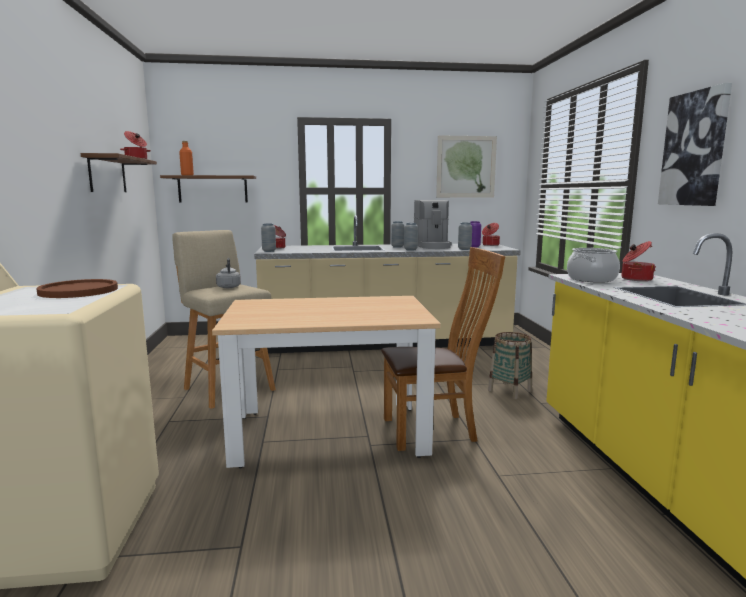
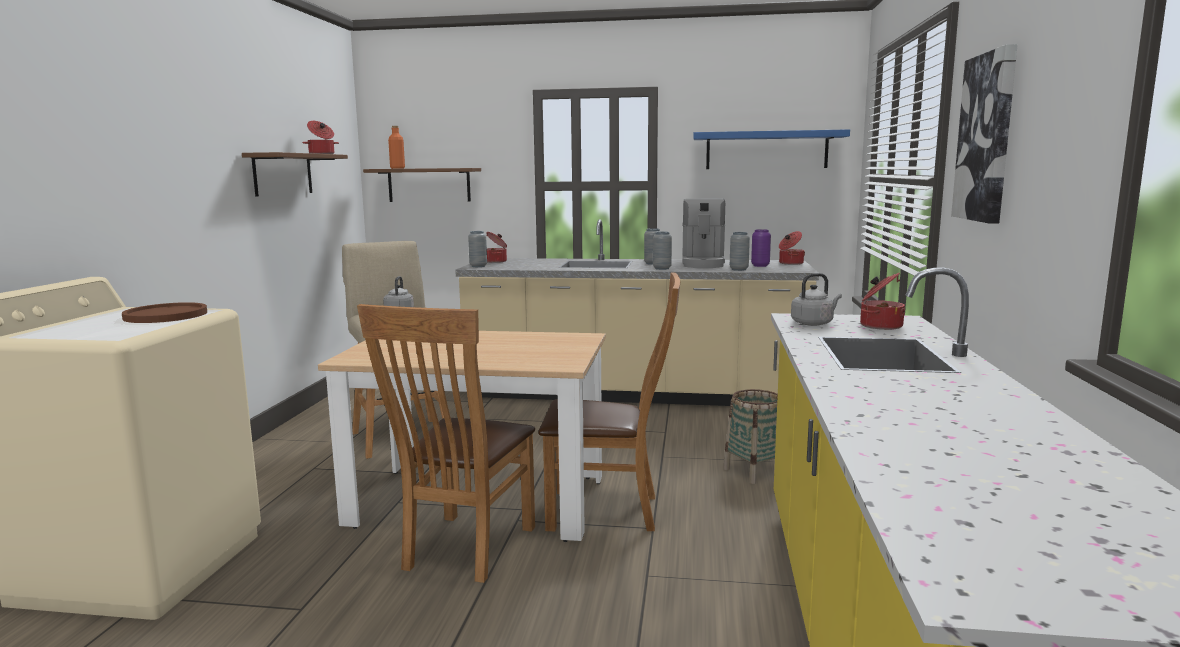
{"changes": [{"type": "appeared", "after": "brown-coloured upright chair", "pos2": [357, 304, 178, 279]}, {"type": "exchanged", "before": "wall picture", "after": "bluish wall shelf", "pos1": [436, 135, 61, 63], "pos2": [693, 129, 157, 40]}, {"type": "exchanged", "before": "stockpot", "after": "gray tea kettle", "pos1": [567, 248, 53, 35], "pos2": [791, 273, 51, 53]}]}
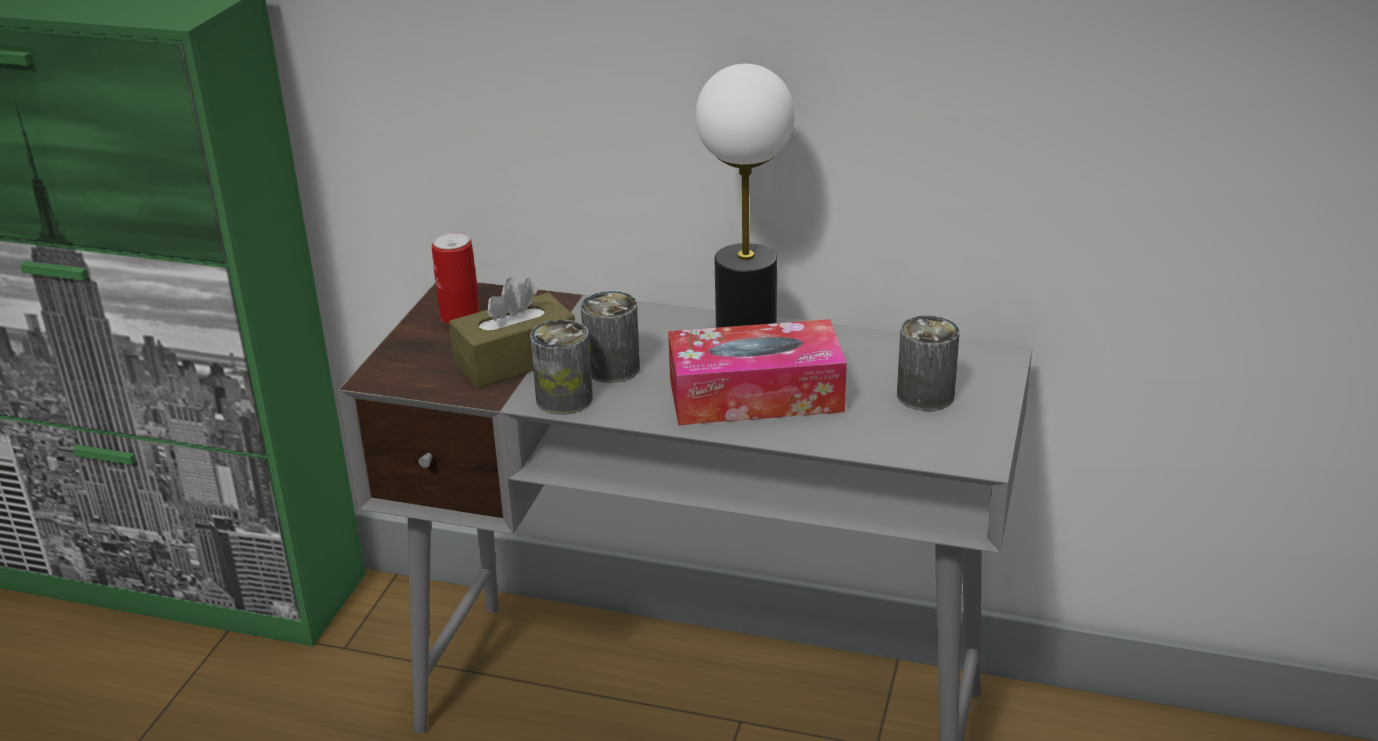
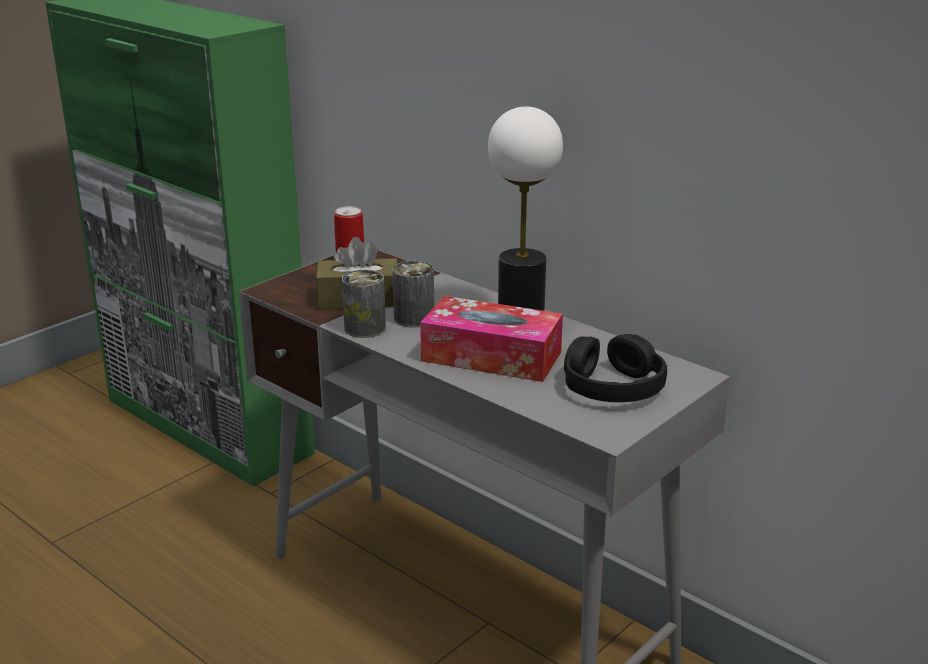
{"changes": [{"type": "exchanged", "before": "sealed can", "after": "black headset", "pos1": [897, 315, 63, 96], "pos2": [564, 334, 103, 68]}]}
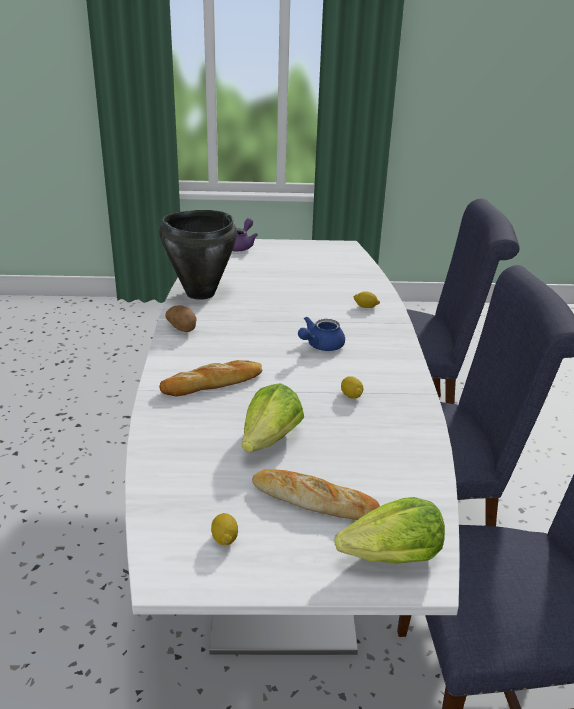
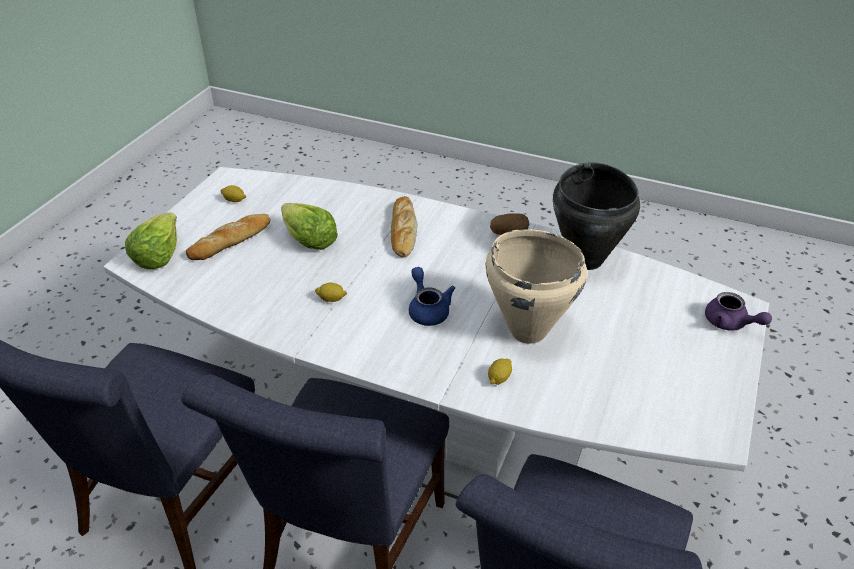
{"changes": [{"type": "appeared", "after": "sand-coloured stockpot", "pos2": [486, 229, 101, 115]}]}
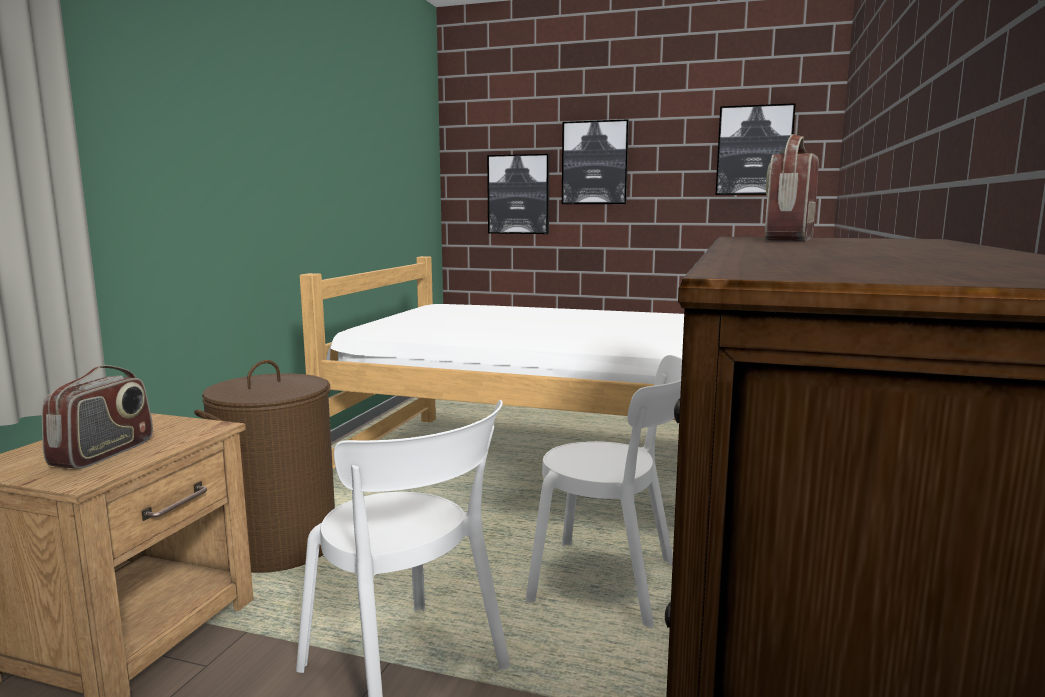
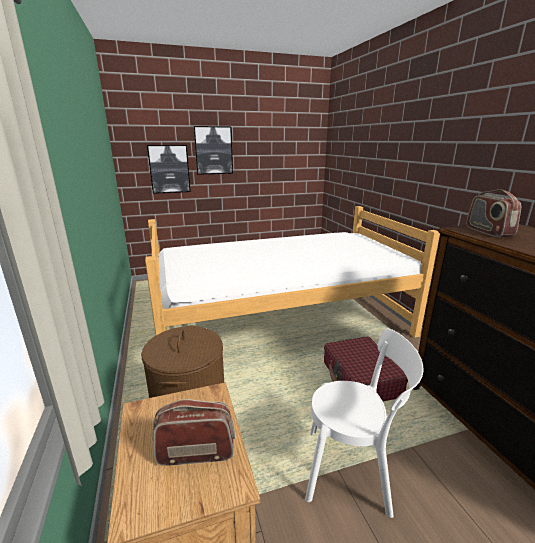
{"changes": [{"type": "spun", "before": "radio set", "pos1": [42, 365, 111, 104], "pos2": [153, 399, 82, 67], "turn": -75}, {"type": "exchanged", "before": "white-coloured upright chair", "after": "reddish suitcase", "pos1": [525, 355, 157, 273], "pos2": [324, 336, 84, 66]}, {"type": "missing", "before": "wall picture", "pos1": [715, 103, 81, 92]}]}
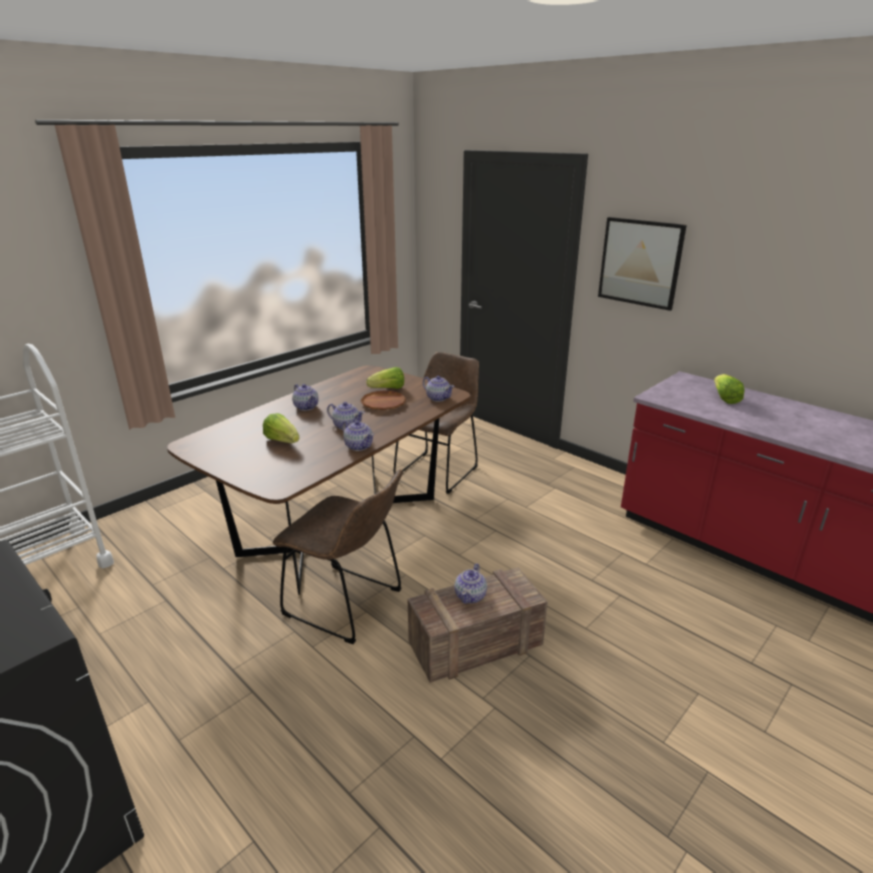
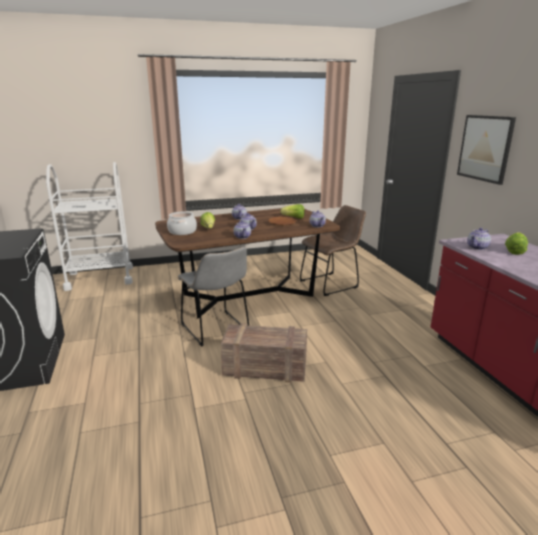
{"changes": [{"type": "appeared", "after": "stockpot", "pos2": [167, 212, 30, 23]}, {"type": "colour", "before": "brown-coloured upright chair", "after": "gray upright chair", "pos1": [273, 469, 130, 175], "pos2": [178, 247, 71, 100]}, {"type": "relocated", "before": "teapot", "pos1": [454, 563, 33, 41], "pos2": [467, 228, 24, 22]}]}
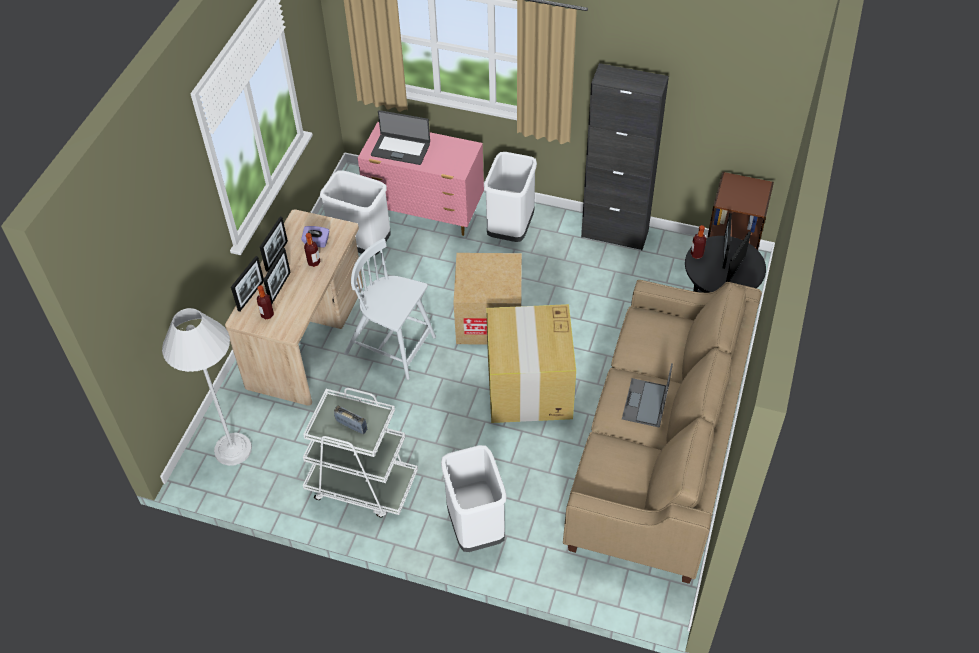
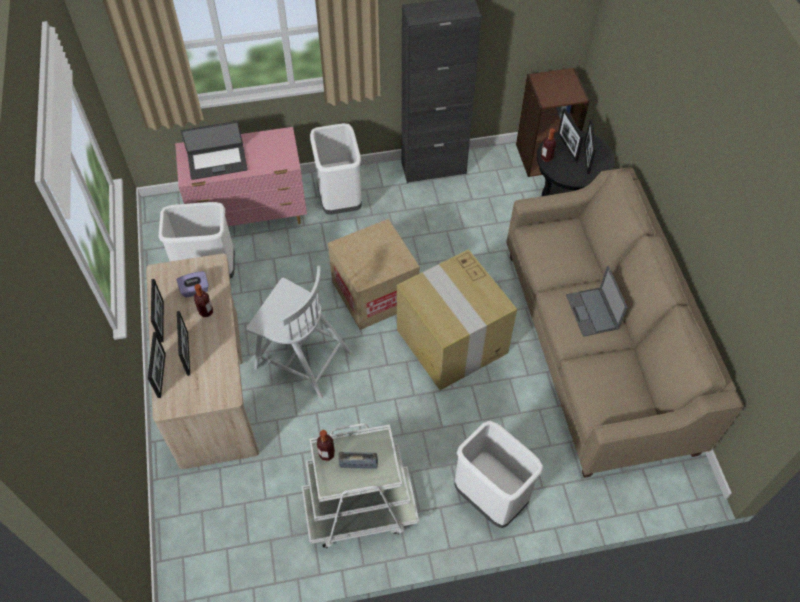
{"changes": [{"type": "spun", "before": "white-coloured upright chair", "pos1": [344, 238, 92, 142], "pos2": [246, 266, 105, 133], "turn": -150}, {"type": "relocated", "before": "beverage bottle", "pos1": [257, 285, 17, 34], "pos2": [317, 430, 18, 31]}, {"type": "missing", "before": "white-coloured floor lamp", "pos1": [162, 308, 90, 158]}]}
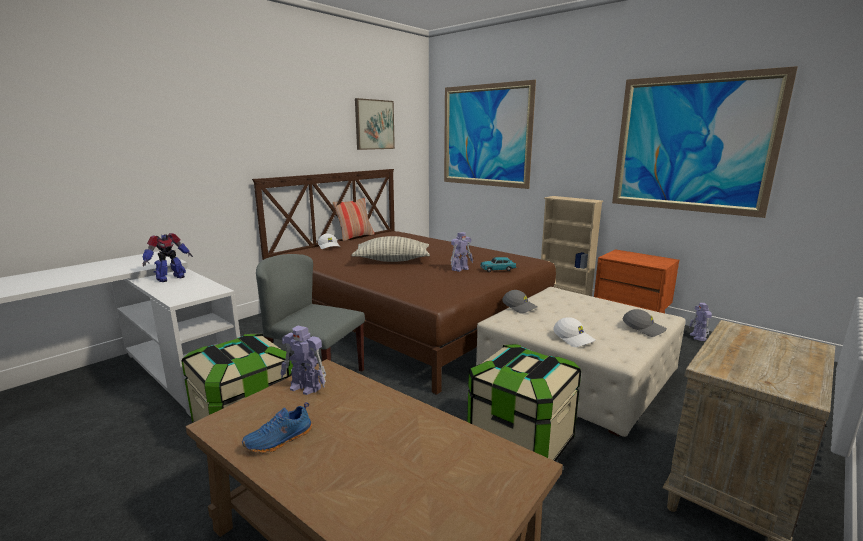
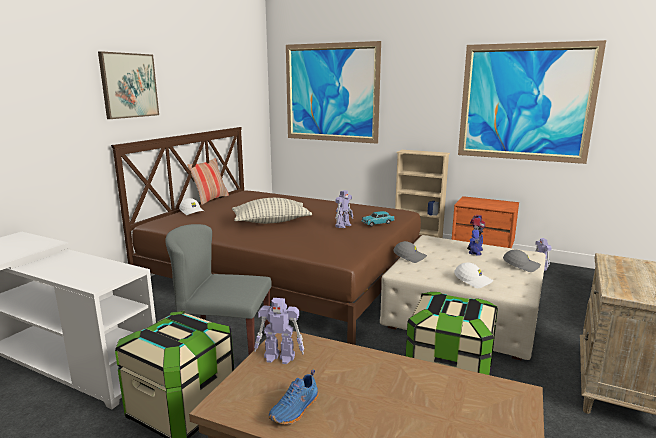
{"changes": [{"type": "relocated", "before": "wall picture", "pos1": [355, 98, 40, 52], "pos2": [98, 51, 61, 68]}, {"type": "relocated", "before": "robot figure", "pos1": [142, 233, 51, 49], "pos2": [467, 215, 19, 41]}]}
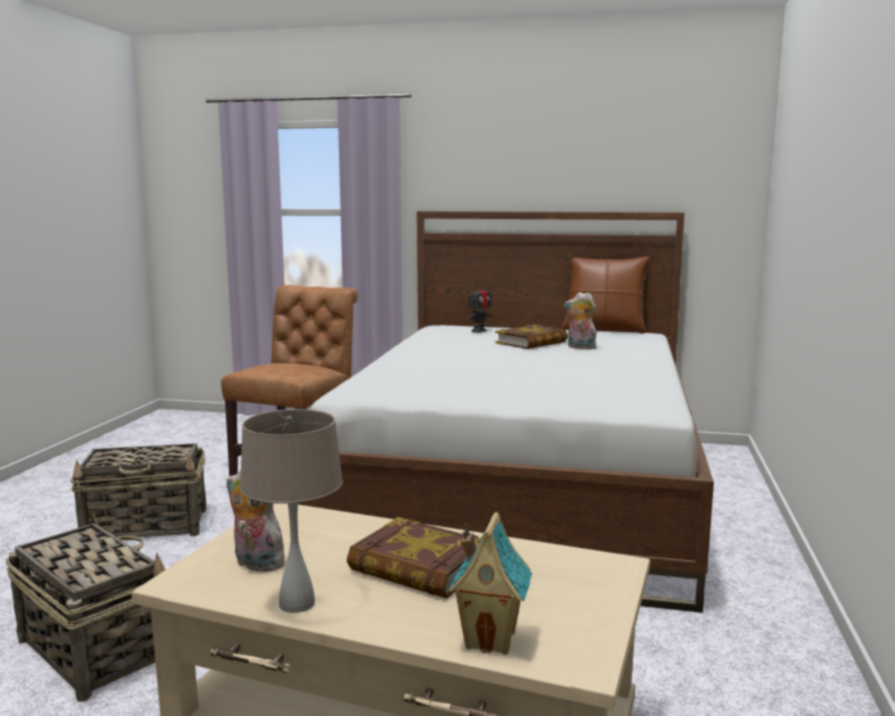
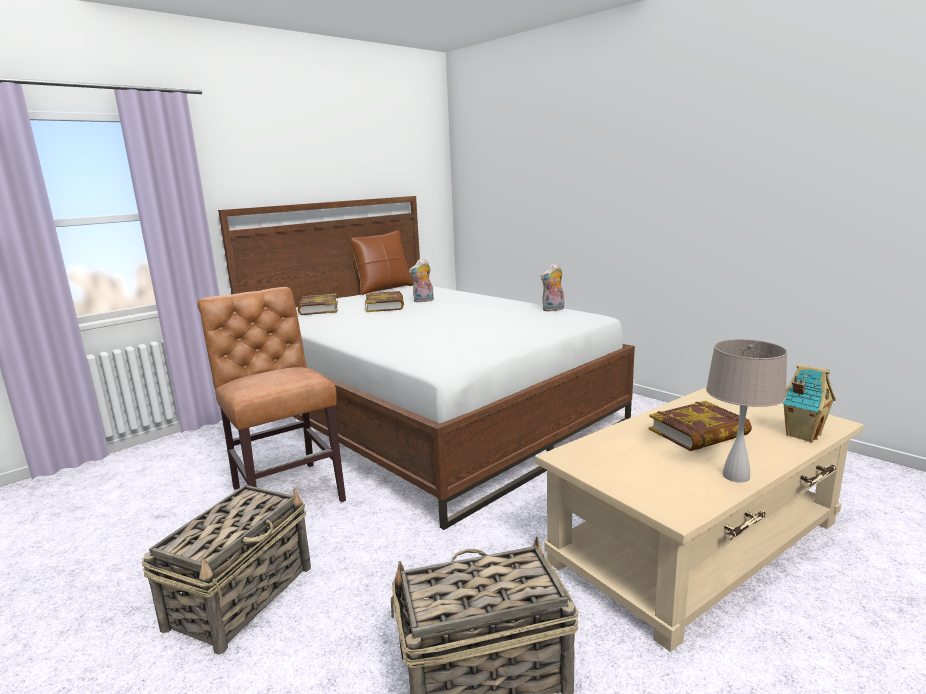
{"changes": [{"type": "exchanged", "before": "robot figure", "after": "bound book", "pos1": [466, 282, 25, 51], "pos2": [298, 294, 40, 21]}, {"type": "relocated", "before": "cuddly toy", "pos1": [226, 470, 59, 102], "pos2": [540, 263, 24, 48]}]}
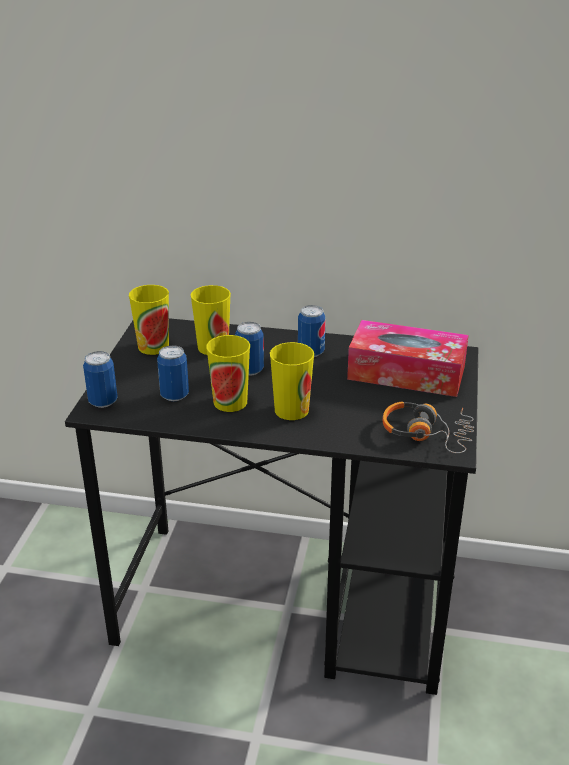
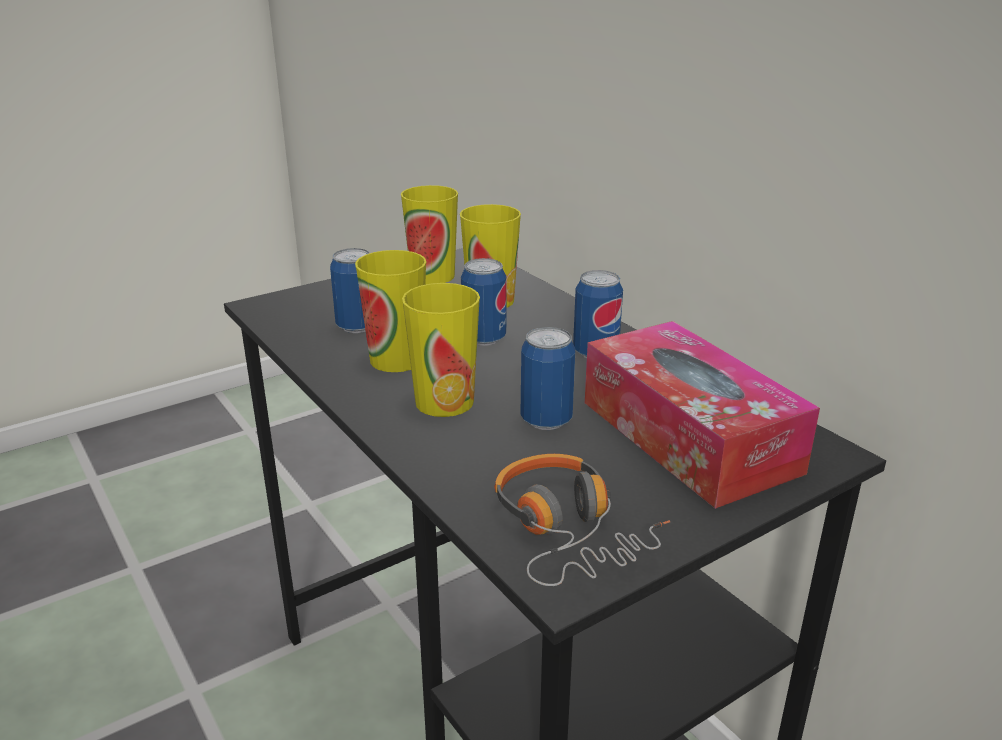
{"changes": [{"type": "relocated", "before": "sealed can", "pos1": [83, 351, 35, 57], "pos2": [520, 327, 55, 103]}]}
